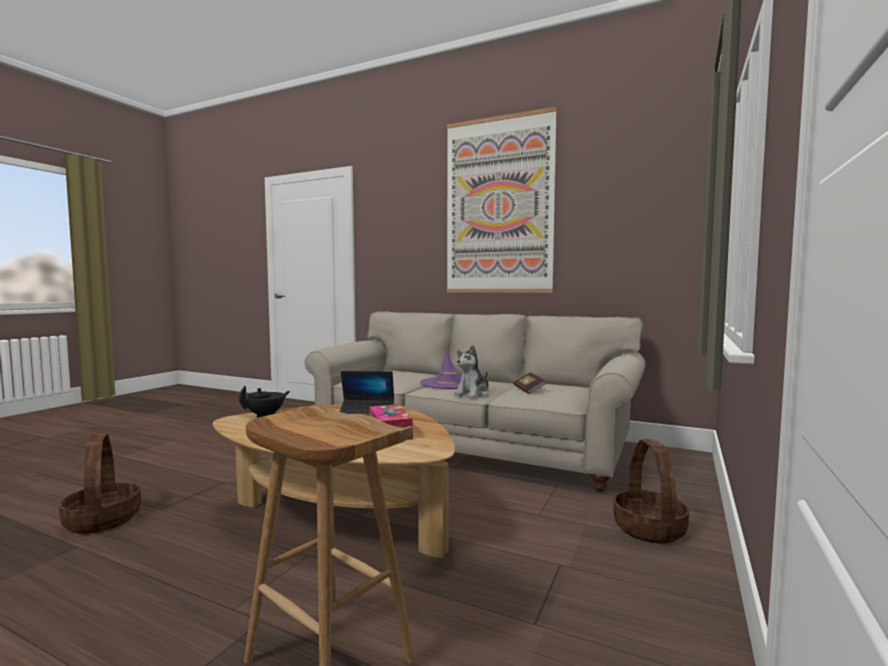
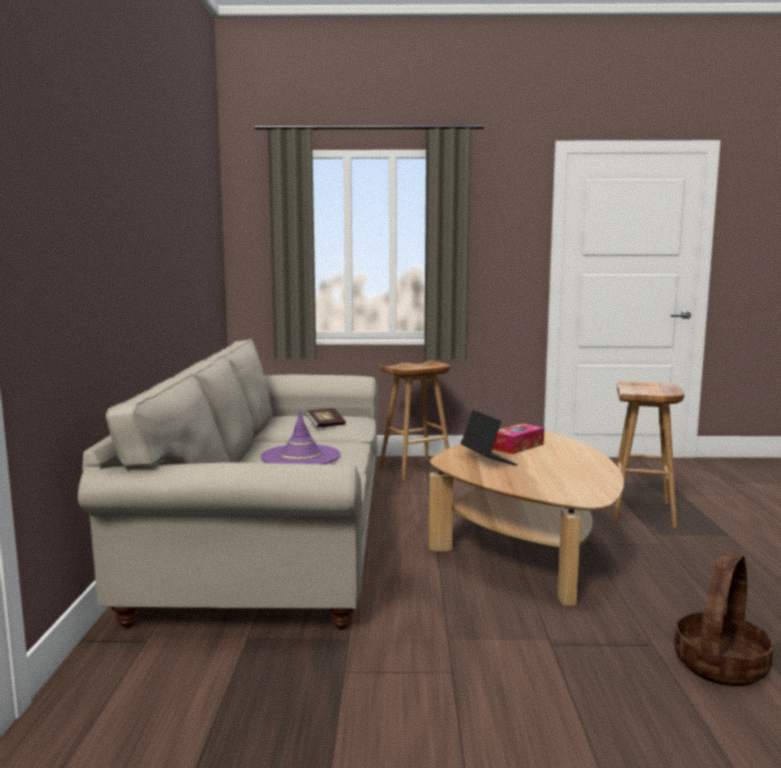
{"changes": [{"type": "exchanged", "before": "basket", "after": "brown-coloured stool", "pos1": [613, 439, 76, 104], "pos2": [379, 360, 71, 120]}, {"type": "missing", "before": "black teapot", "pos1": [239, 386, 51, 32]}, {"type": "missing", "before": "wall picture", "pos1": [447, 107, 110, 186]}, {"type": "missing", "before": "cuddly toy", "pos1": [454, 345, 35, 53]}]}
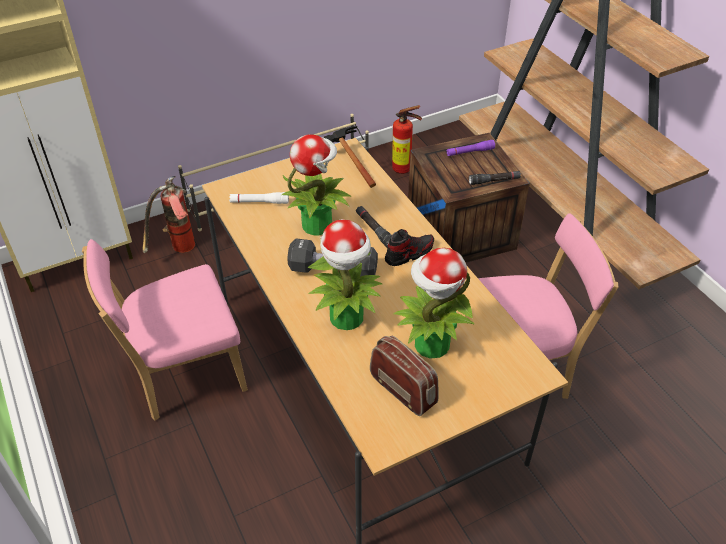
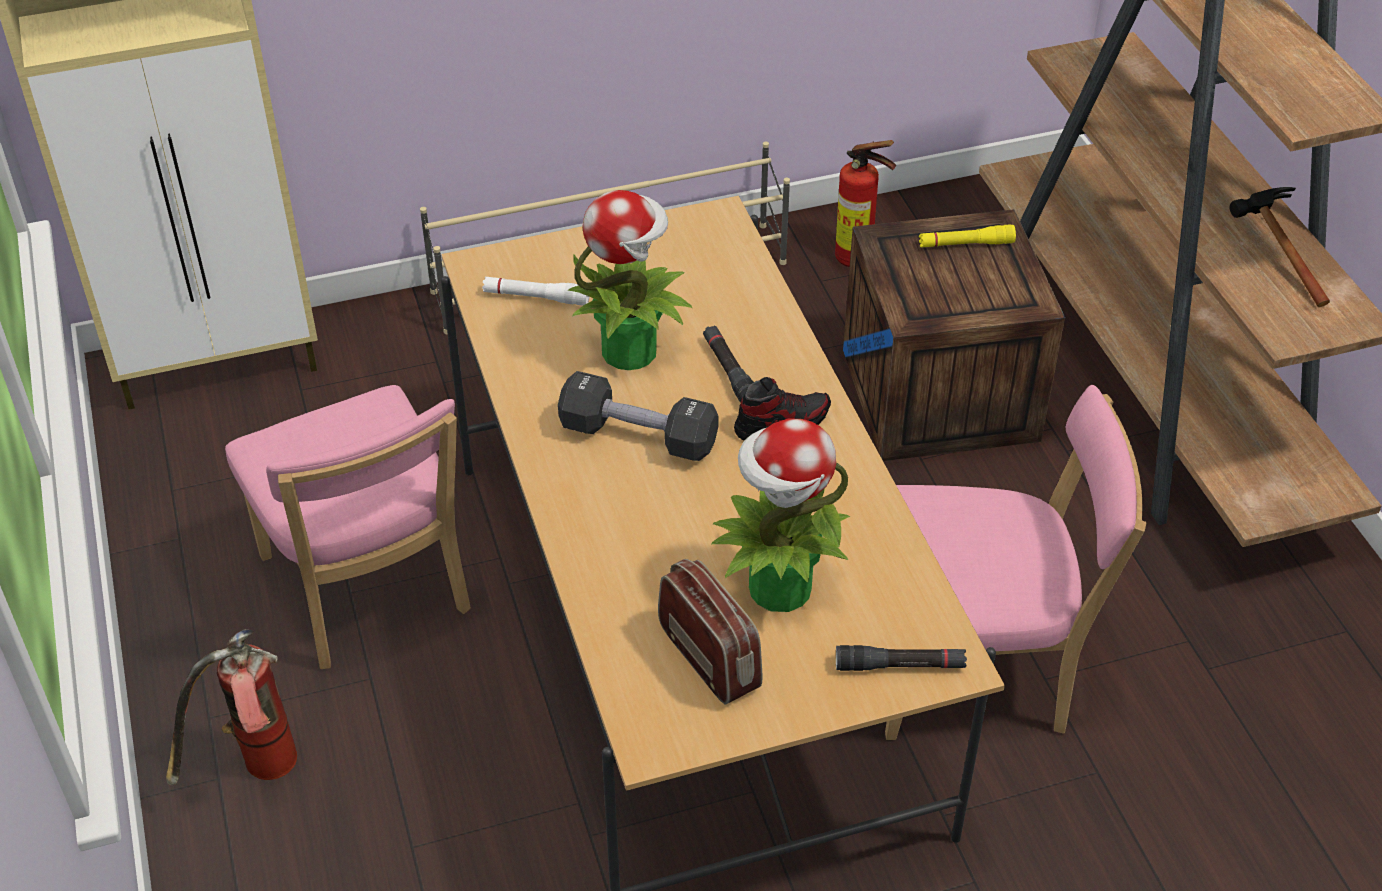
{"changes": [{"type": "relocated", "before": "fire extinguisher", "pos1": [142, 176, 53, 77], "pos2": [166, 630, 131, 155]}, {"type": "spun", "before": "pink-coloured upright chair", "pos1": [82, 239, 166, 182], "pos2": [225, 385, 246, 284], "turn": -105}, {"type": "relocated", "before": "black flashlight", "pos1": [469, 171, 52, 14], "pos2": [836, 645, 131, 26]}, {"type": "colour", "before": "purple-coloured flashlight", "after": "yellow flashlight", "pos1": [446, 140, 49, 16], "pos2": [919, 224, 97, 23]}, {"type": "relocated", "before": "tool hammer", "pos1": [323, 126, 53, 62], "pos2": [1230, 187, 100, 120]}, {"type": "missing", "before": "potted plant", "pos1": [307, 219, 75, 111]}]}
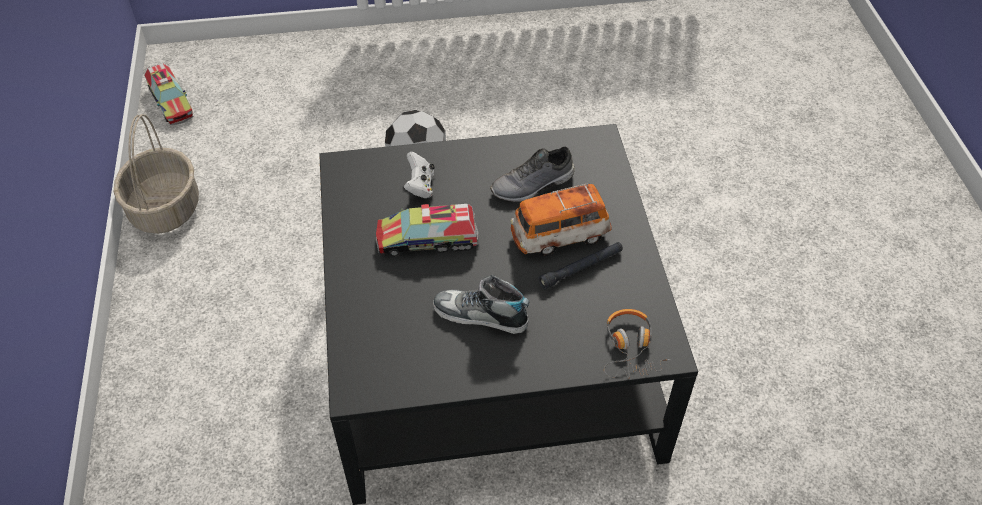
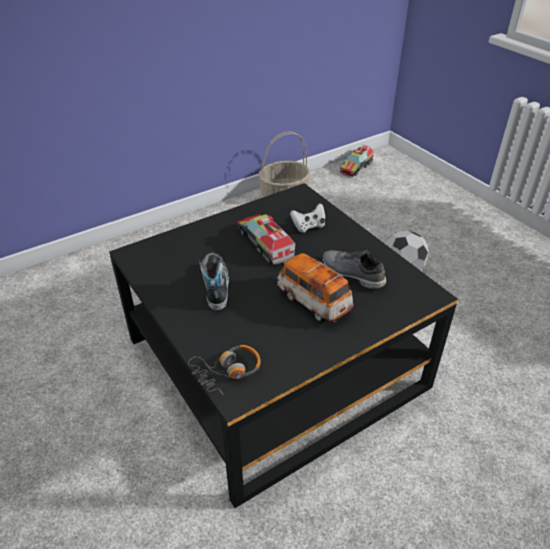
{"changes": [{"type": "missing", "before": "black flashlight", "pos1": [538, 242, 85, 47]}]}
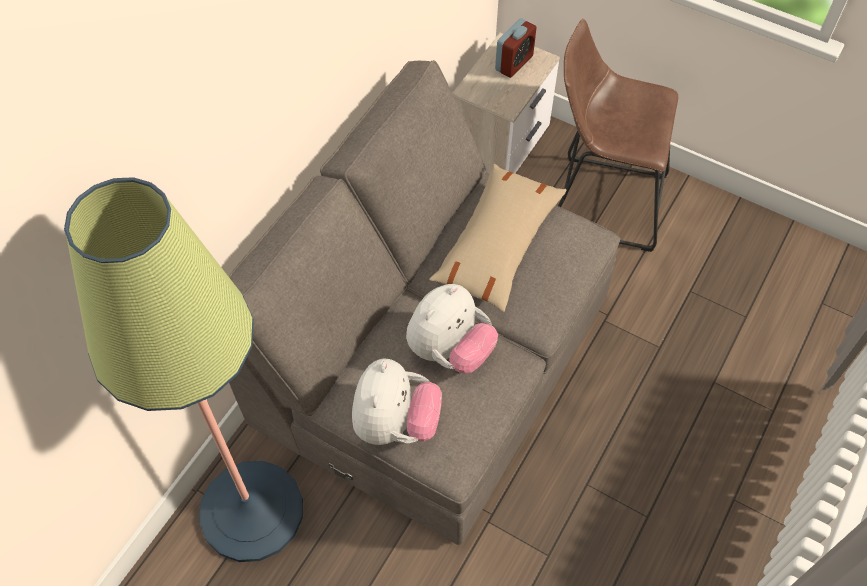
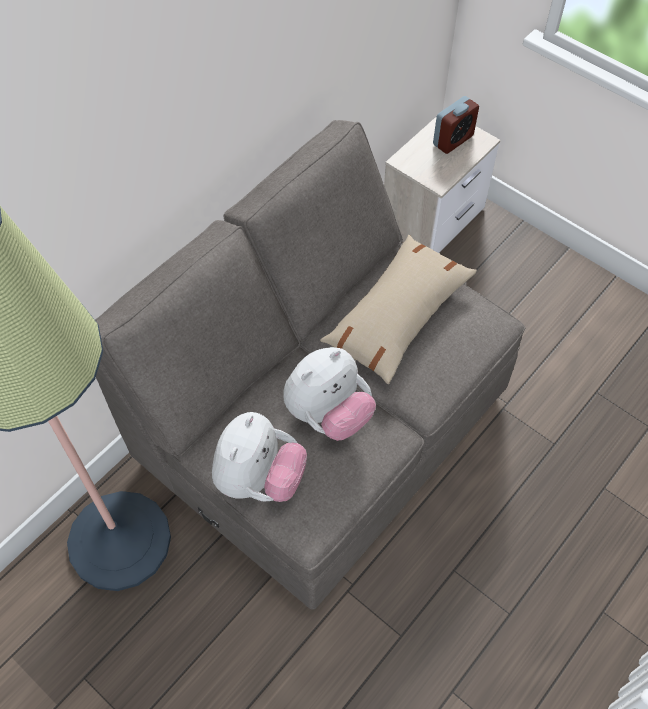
{"changes": [{"type": "missing", "before": "brown-coloured stool", "pos1": [558, 19, 120, 233]}]}
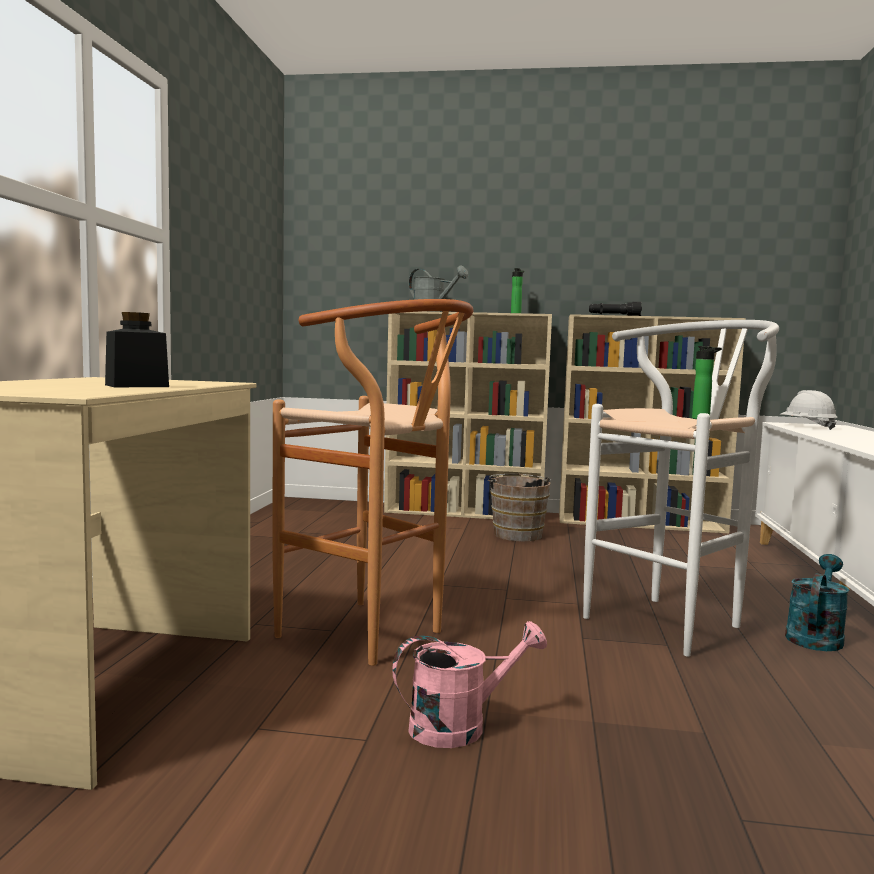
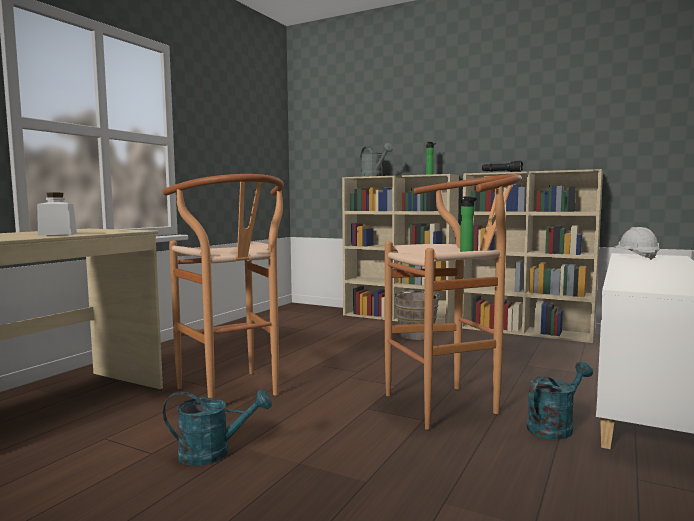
{"changes": [{"type": "colour", "before": "black jar", "after": "white-coloured jar", "pos1": [105, 312, 64, 75], "pos2": [37, 193, 40, 43]}, {"type": "colour", "before": "pink-coloured sprinkling can", "after": "turquoise-coloured sprinkling can", "pos1": [392, 621, 155, 127], "pos2": [163, 389, 108, 77]}, {"type": "colour", "before": "white-coloured stool", "after": "brown-coloured stool", "pos1": [583, 320, 196, 337], "pos2": [385, 174, 136, 256]}]}
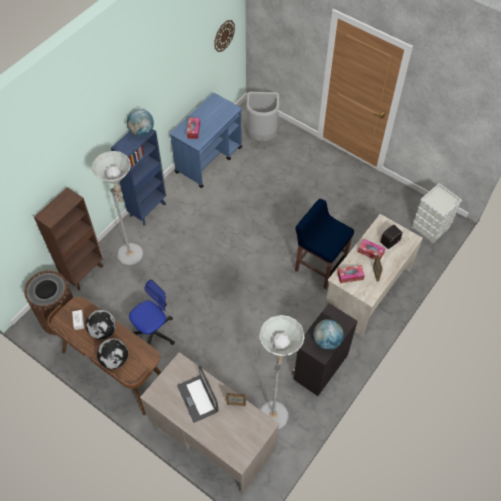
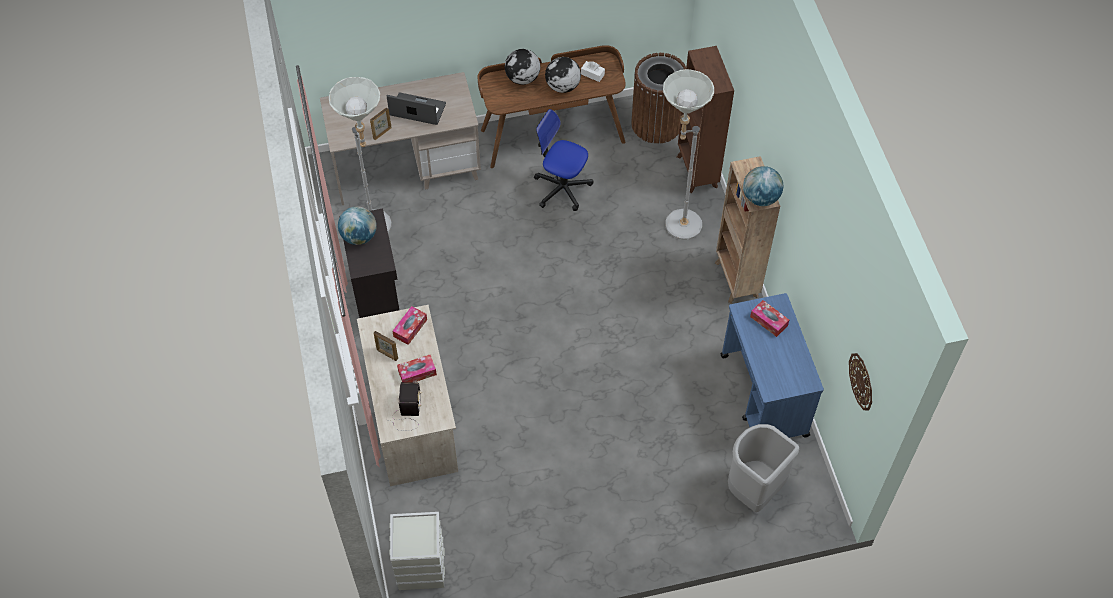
{"changes": [{"type": "spun", "before": "desk chair", "pos1": [129, 279, 46, 66], "pos2": [534, 109, 59, 102], "turn": 120}, {"type": "colour", "before": "bluish bookcase", "after": "brown-coloured bookcase", "pos1": [111, 129, 56, 96], "pos2": [714, 156, 66, 147]}, {"type": "missing", "before": "bluish stool", "pos1": [295, 199, 59, 90]}]}
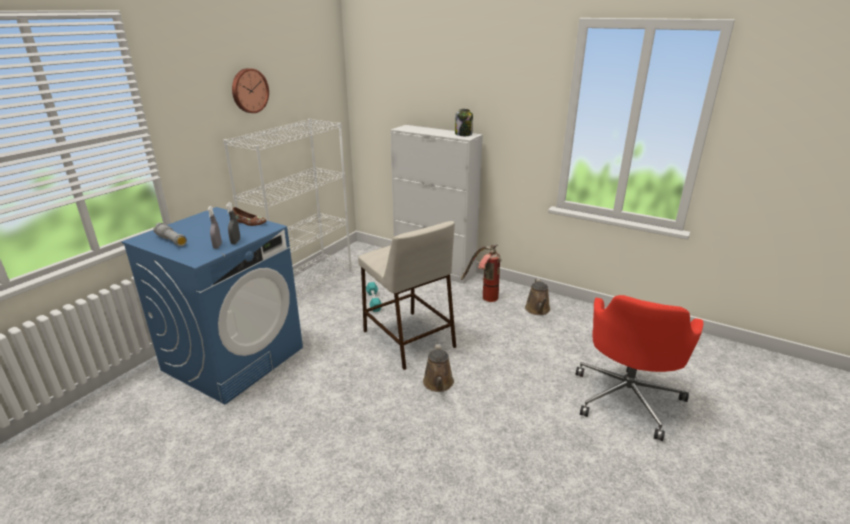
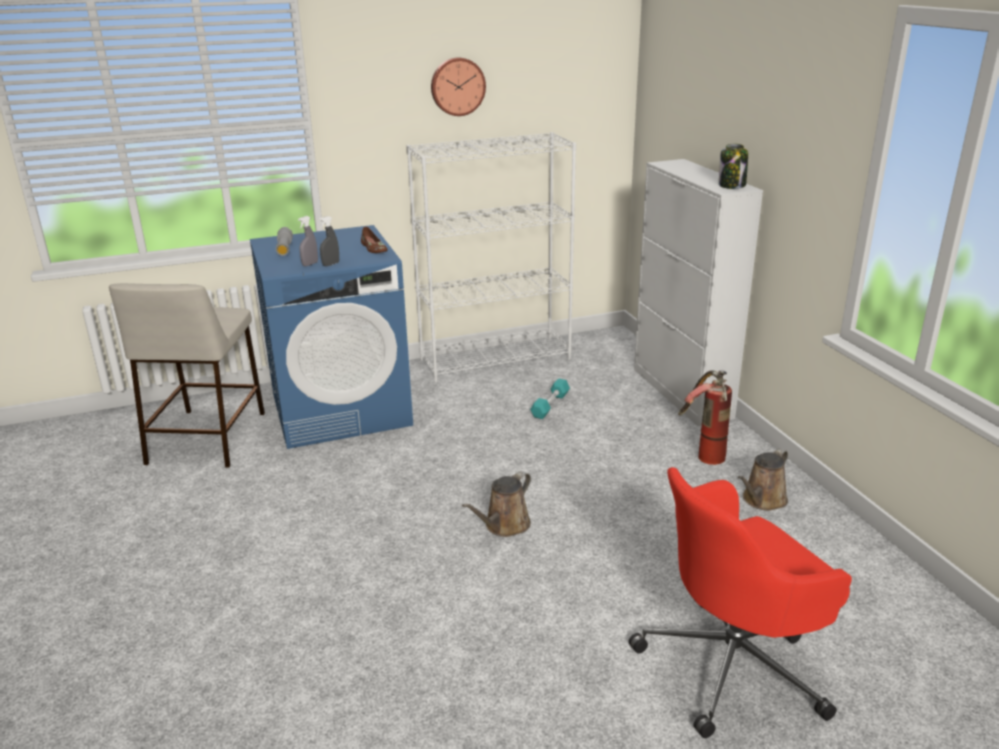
{"changes": [{"type": "relocated", "before": "sand-coloured stool", "pos1": [358, 221, 98, 149], "pos2": [109, 283, 156, 185]}]}
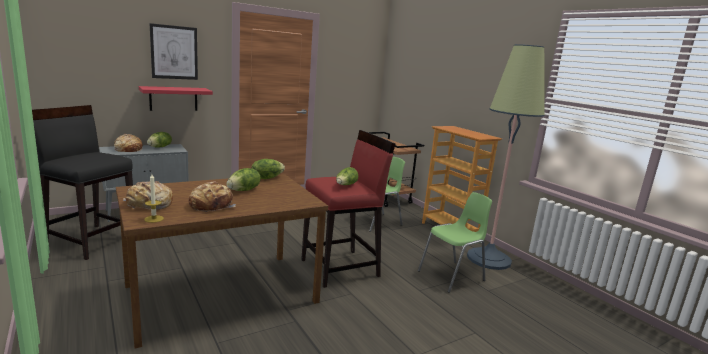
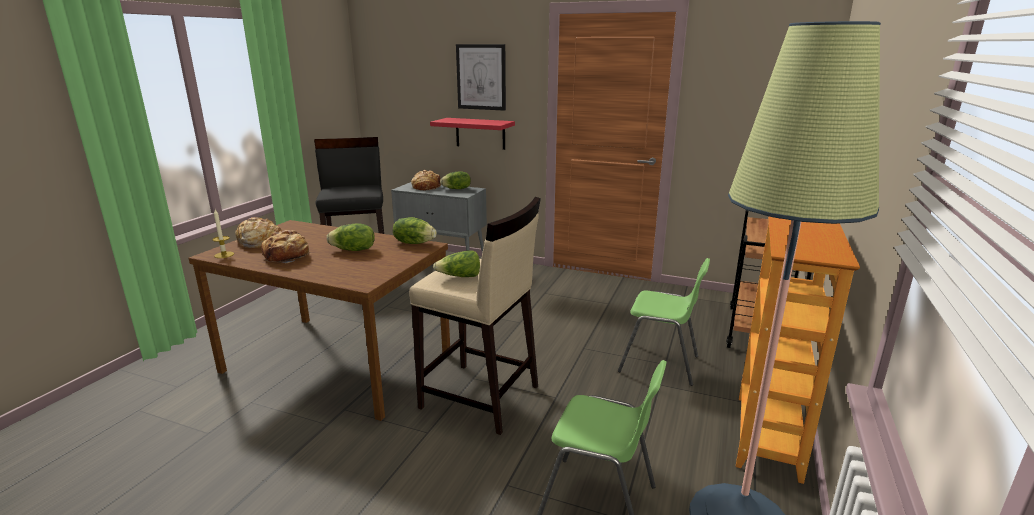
{"changes": [{"type": "colour", "before": "reddish stool", "after": "sand-coloured stool", "pos1": [301, 130, 94, 158], "pos2": [409, 197, 132, 238]}]}
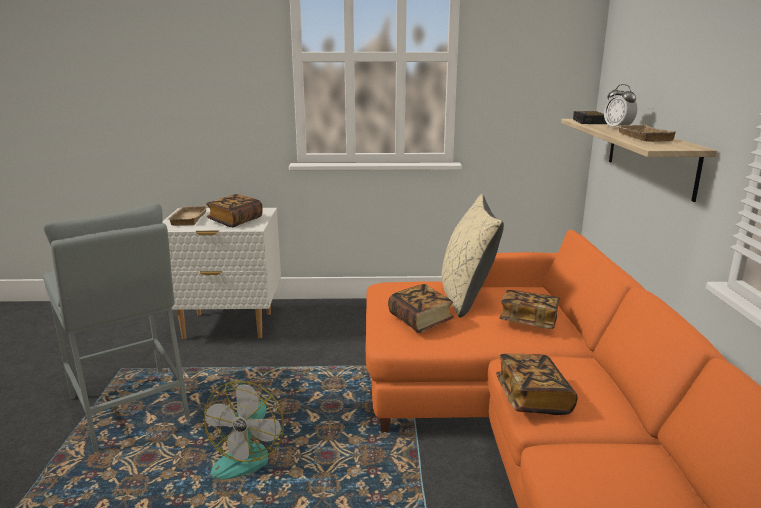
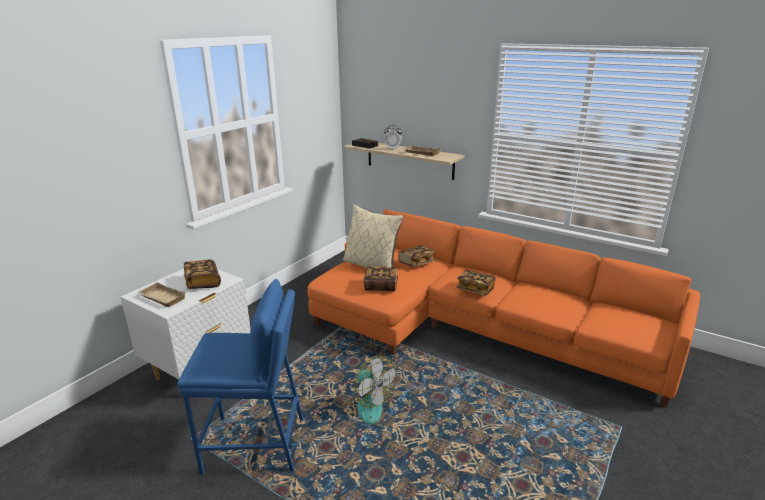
{"changes": [{"type": "colour", "before": "gray stool", "after": "bluish stool", "pos1": [43, 204, 147, 248], "pos2": [177, 279, 127, 196]}]}
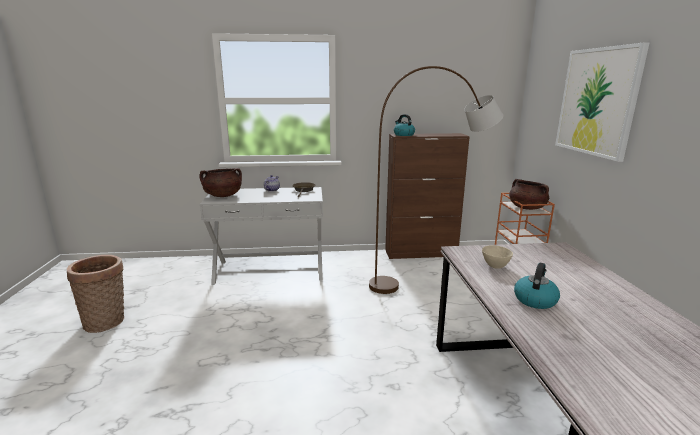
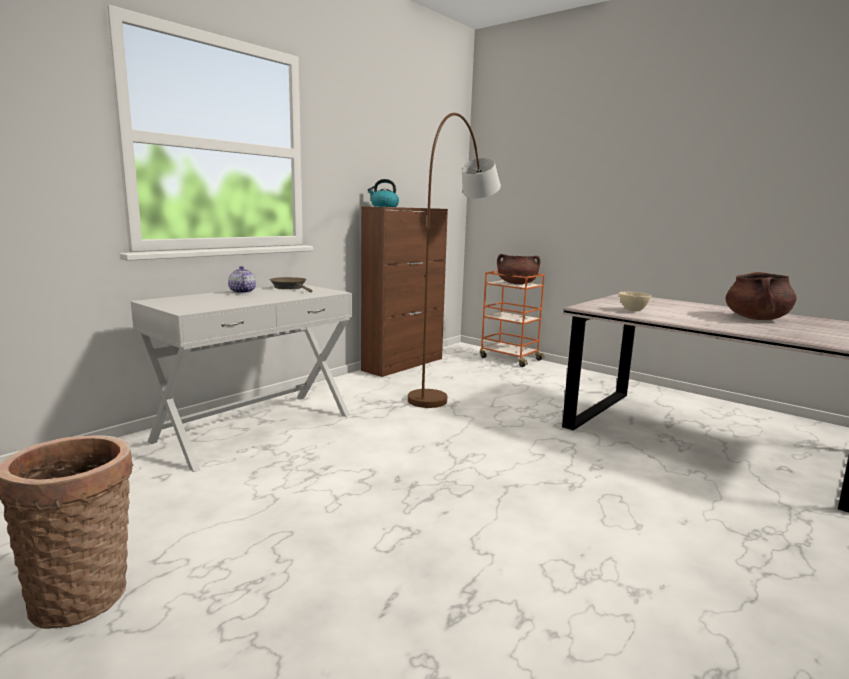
{"changes": [{"type": "relocated", "before": "brown-coloured stockpot", "pos1": [199, 168, 43, 29], "pos2": [726, 272, 70, 48]}, {"type": "missing", "before": "tea kettle", "pos1": [514, 263, 46, 46]}, {"type": "missing", "before": "wall picture", "pos1": [555, 42, 94, 120]}]}
